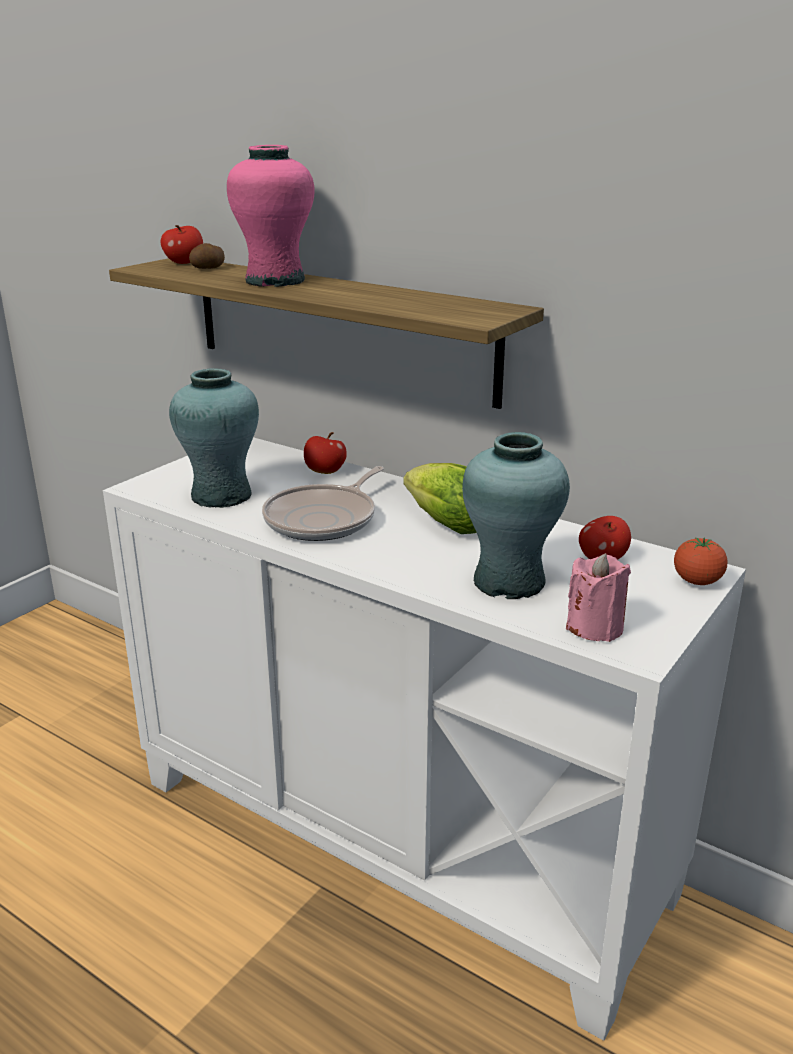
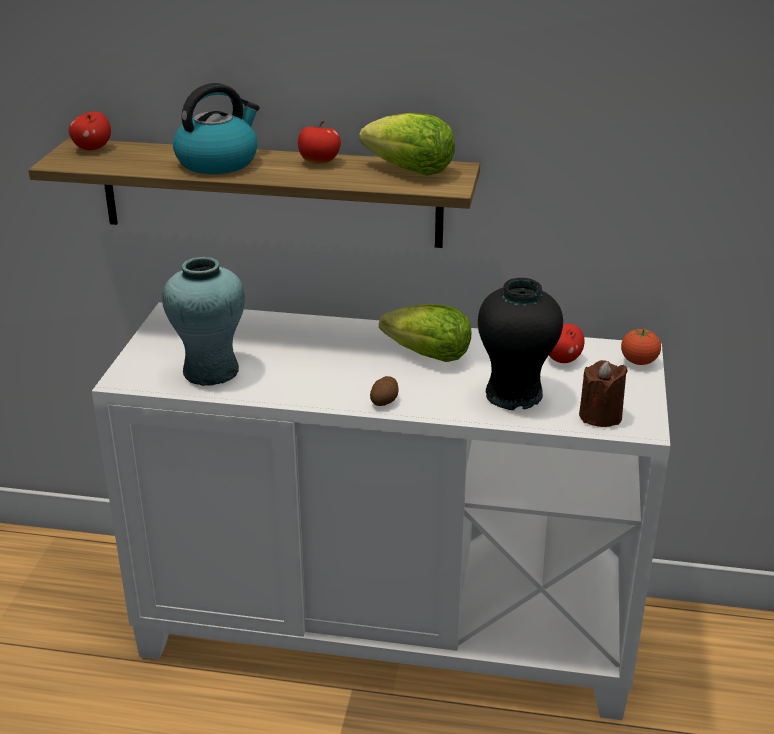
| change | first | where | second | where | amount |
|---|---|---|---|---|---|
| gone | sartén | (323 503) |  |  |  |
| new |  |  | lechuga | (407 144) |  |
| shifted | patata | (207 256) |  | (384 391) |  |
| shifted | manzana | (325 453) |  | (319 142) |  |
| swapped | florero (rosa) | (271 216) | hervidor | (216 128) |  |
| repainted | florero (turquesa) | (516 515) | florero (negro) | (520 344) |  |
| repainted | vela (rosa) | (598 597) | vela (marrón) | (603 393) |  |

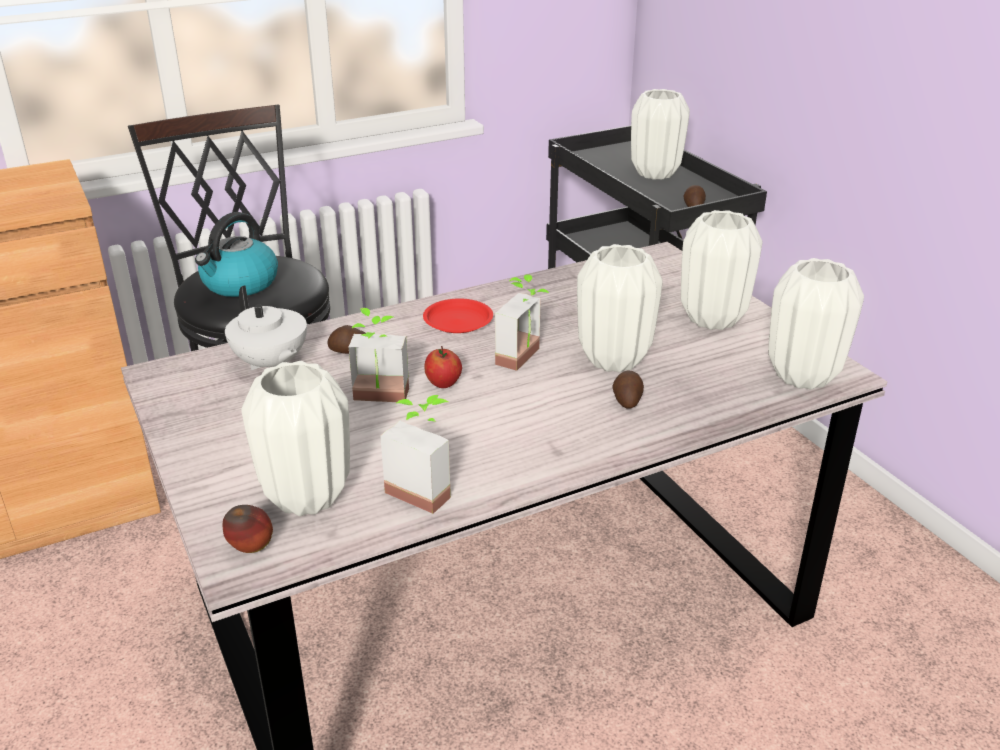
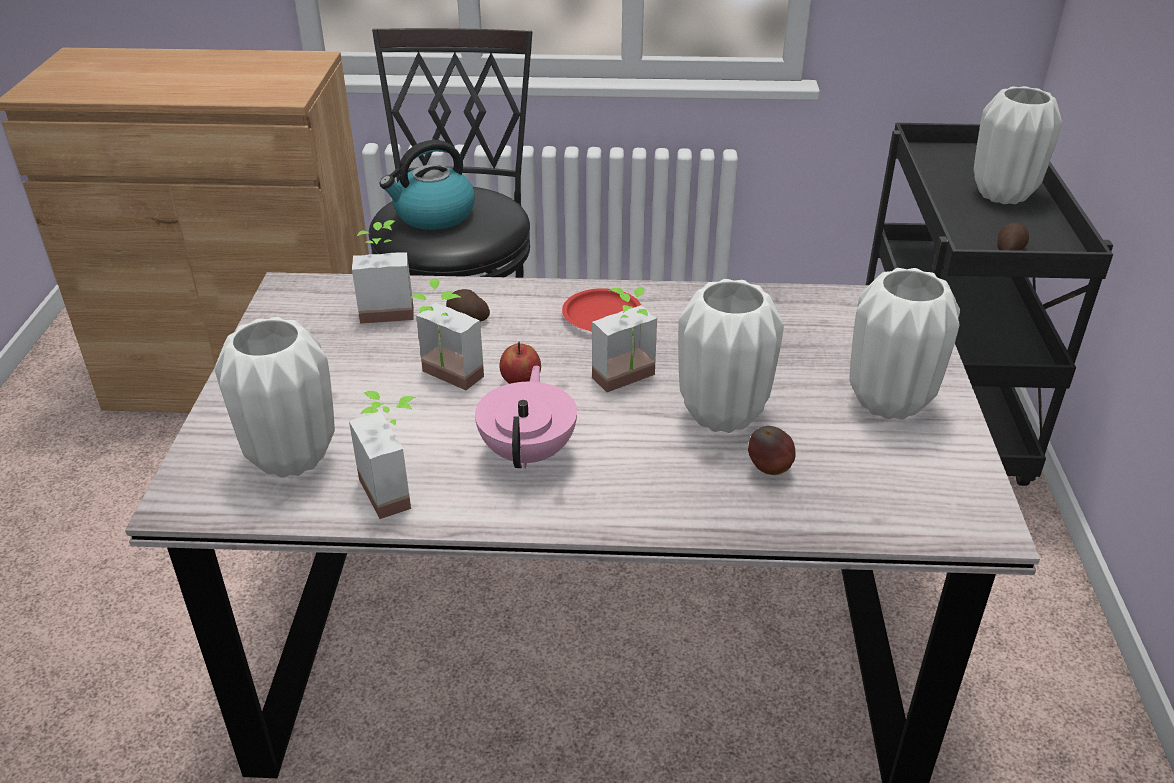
| change | first | where | second | where | amount |
|---|---|---|---|---|---|
| gone | patata | (628 390) |  |  |  |
| gone | florero (blanco) | (816 324) |  |  |  |
| new |  |  | tetera (rosa) | (526 416) |  |
| shifted | manzana | (248 529) |  | (772 450) |  |
| swapped | tetera (blanco) | (266 327) | planta en maceta | (382 272) |  |

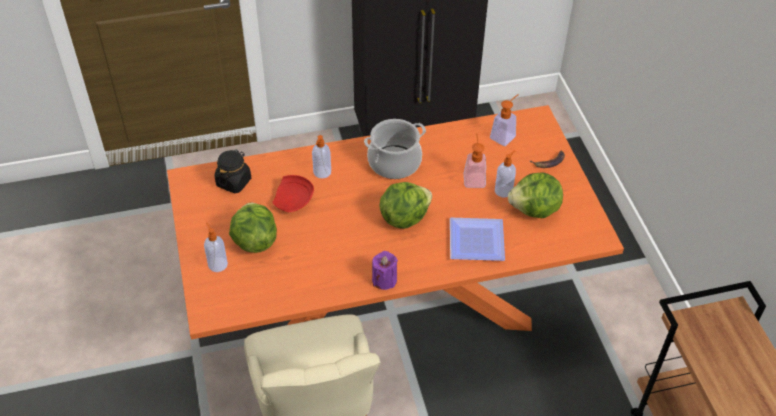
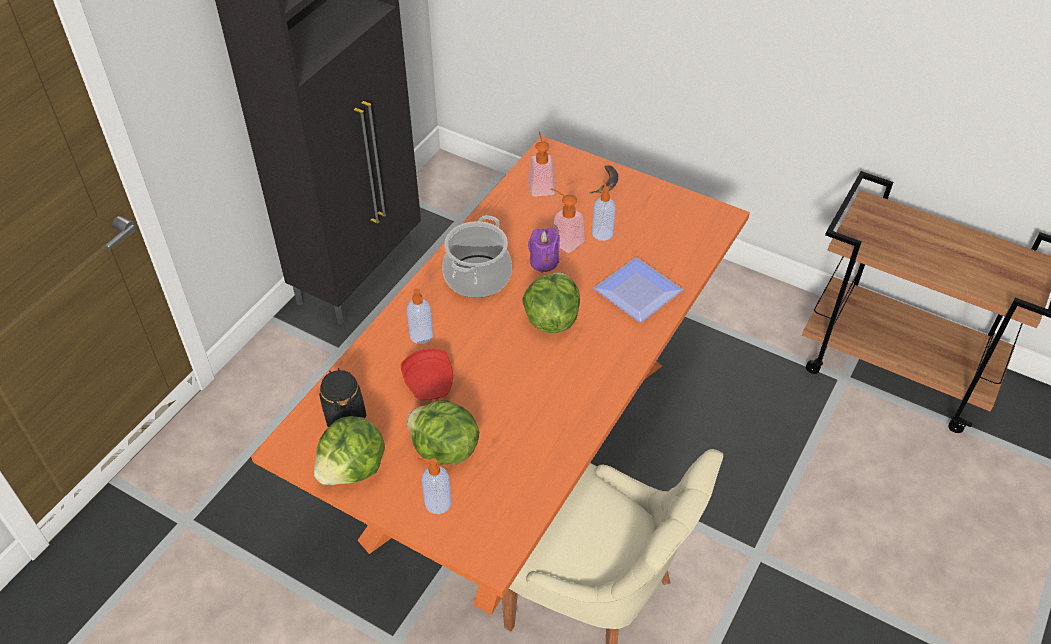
| change | first | where | second | where | amount |
|---|---|---|---|---|---|
| shifted | vela (morado) | (385 270) |  | (543 250) |  |
| shifted | lechuga | (535 195) |  | (349 450) |  |

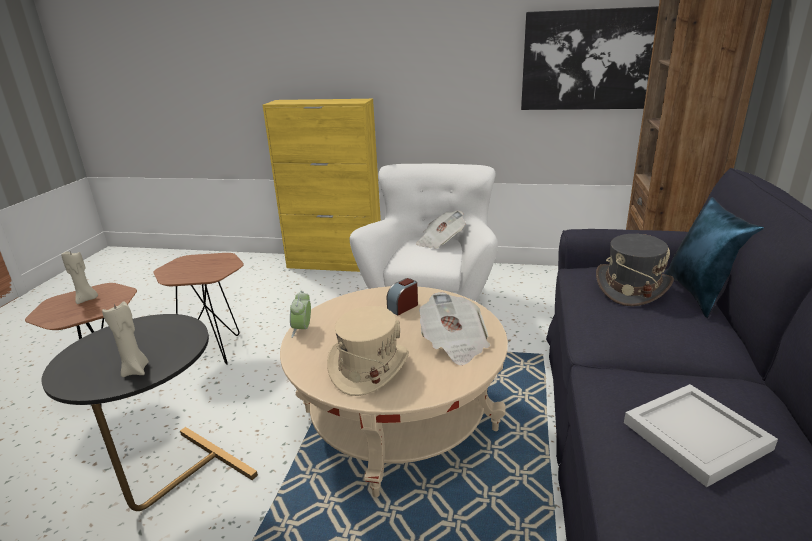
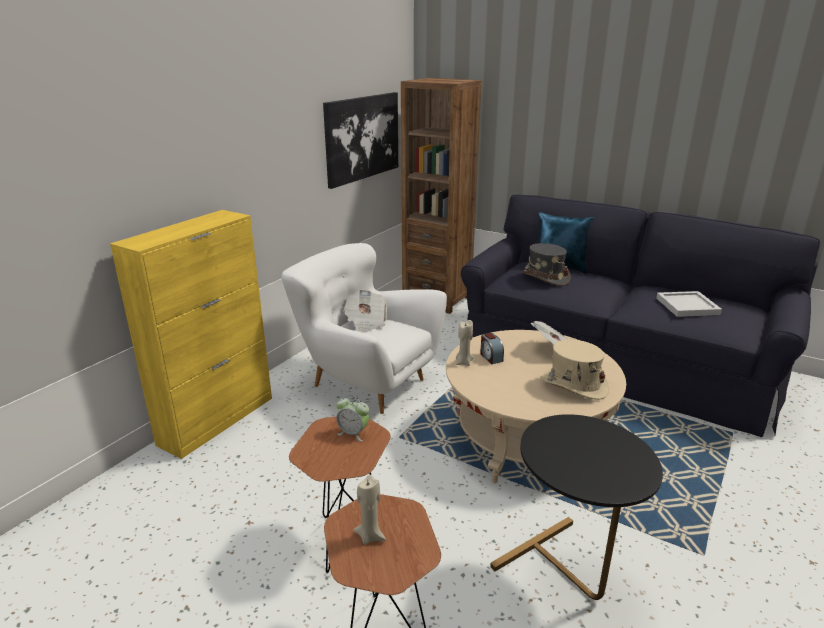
| change | first | where | second | where | amount |
|---|---|---|---|---|---|
| shifted | vela (beis) | (125 339) |  | (465 343) |  |
| shifted | despertador | (300 314) |  | (352 418) |  |

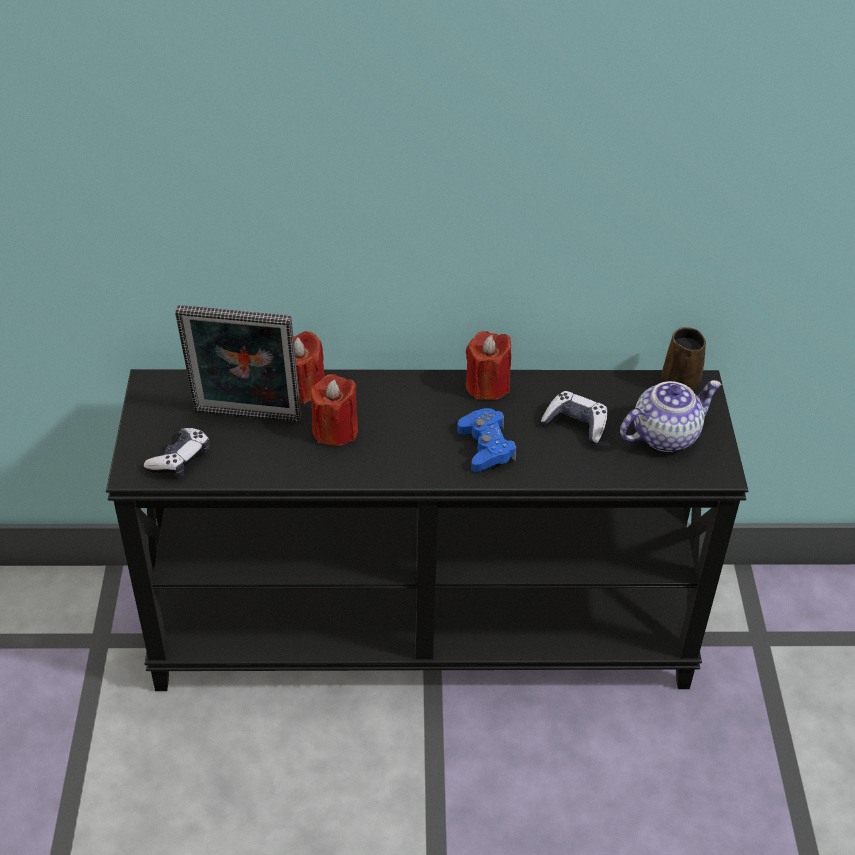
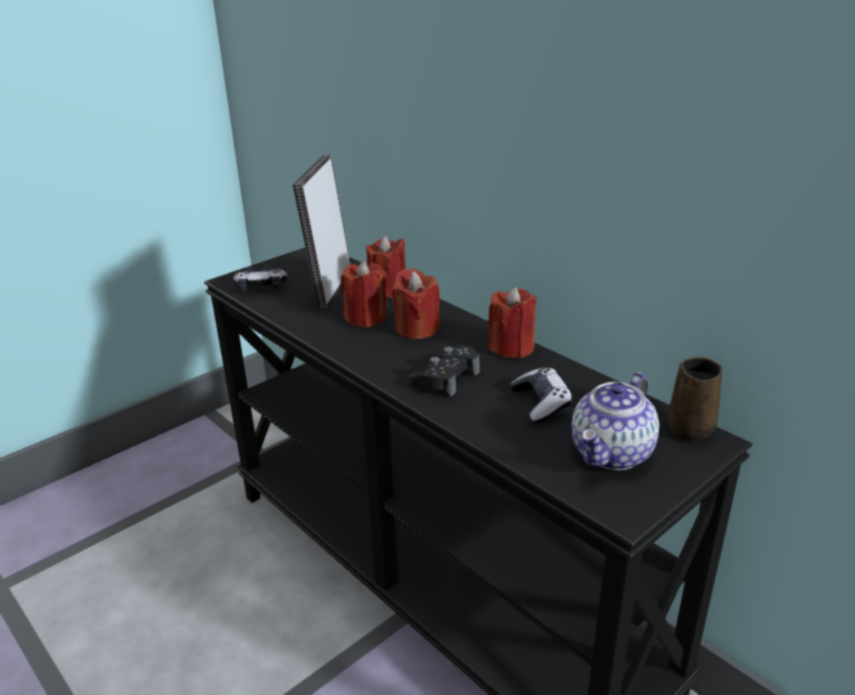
| change | first | where | second | where | amount |
|---|---|---|---|---|---|
| new |  |  | vela (rojo) | (416 303) |  |
| repainted | mando de consola (azul) | (486 440) | mando de consola (negro) | (444 370) |  |
| rotated | portarretratos | (238 363) |  | (322 231) | 45 degrees clockwise |
| rotated | tetera | (670 416) |  | (615 421) | 105 degrees clockwise |

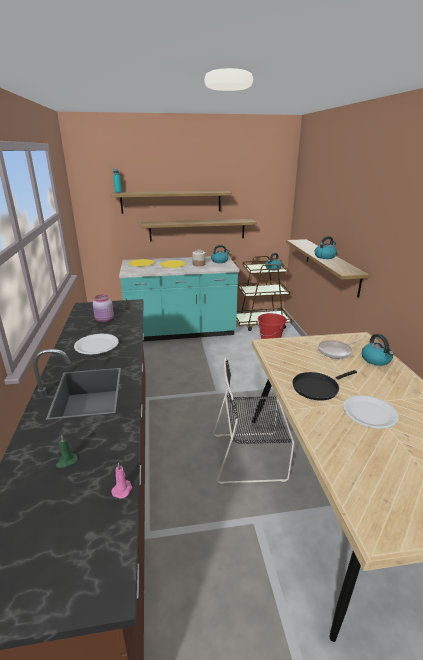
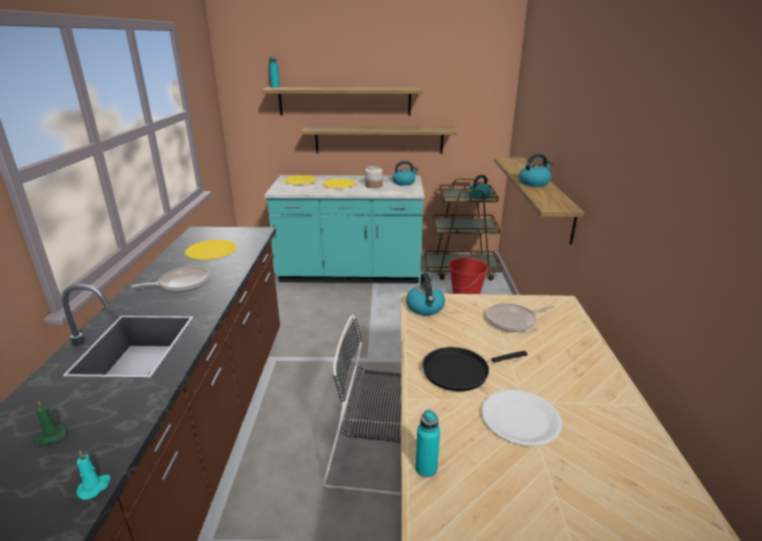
| change | first | where | second | where | amount |
|---|---|---|---|---|---|
| new |  |  | botella (turquesa) | (428 443) |  |
| shifted | hervidor | (378 350) |  | (425 294) |  |
| swapped | plato (blanco) | (96 344) | sartén | (170 279) |  |
| swapped | tarro (rosa) | (103 308) | plato (amarillo) | (211 250) |  |
| repainted | vela (rosa) | (121 481) | vela (turquesa) | (94 475) |  |

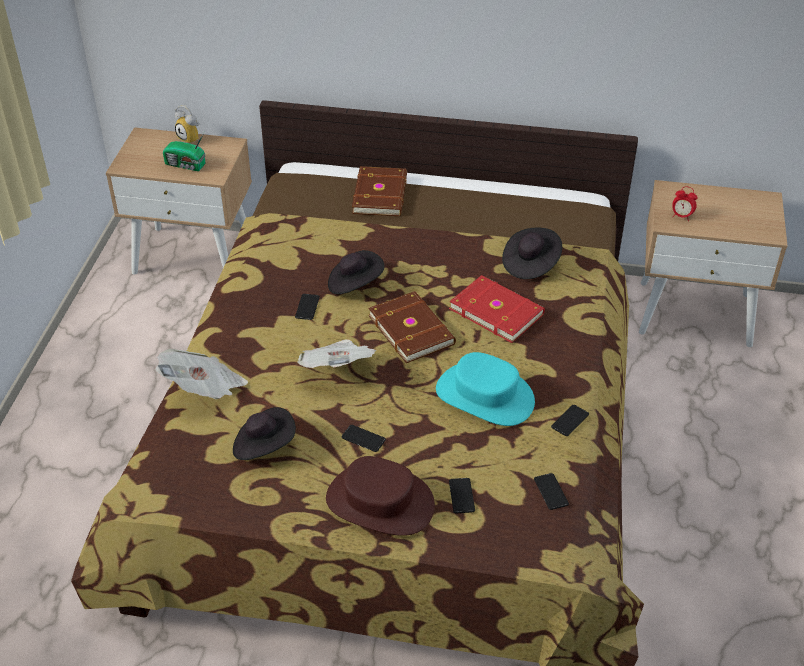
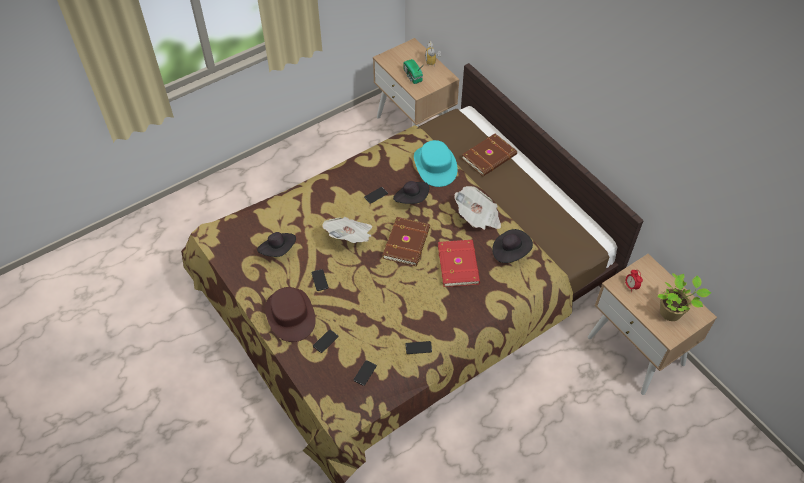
| change | first | where | second | where | amount |
|---|---|---|---|---|---|
| new |  |  | planta en maceta | (684 297) |  |
| shifted | periódico | (201 374) |  | (477 208) |  |
| shifted | sombrero (turquesa) | (485 389) |  | (436 163) |  |

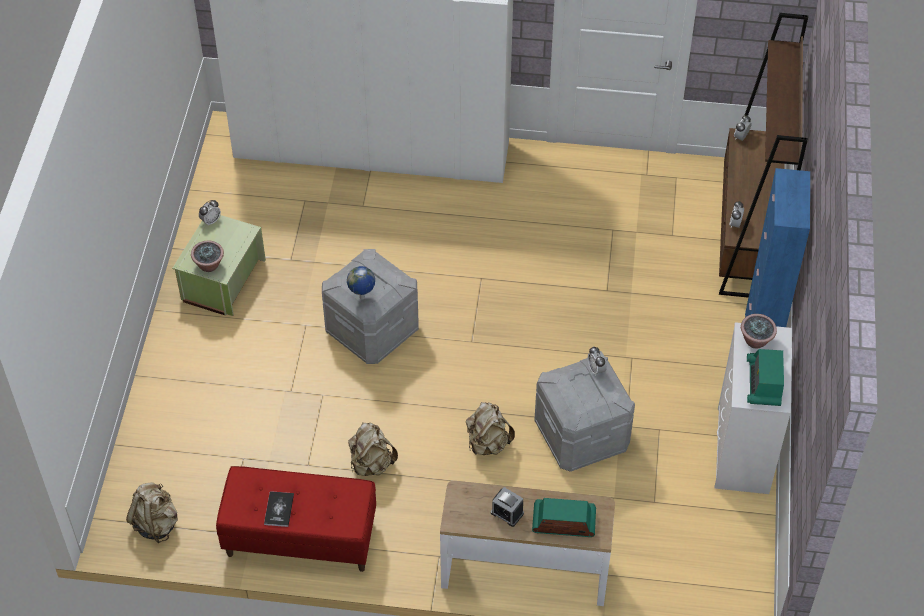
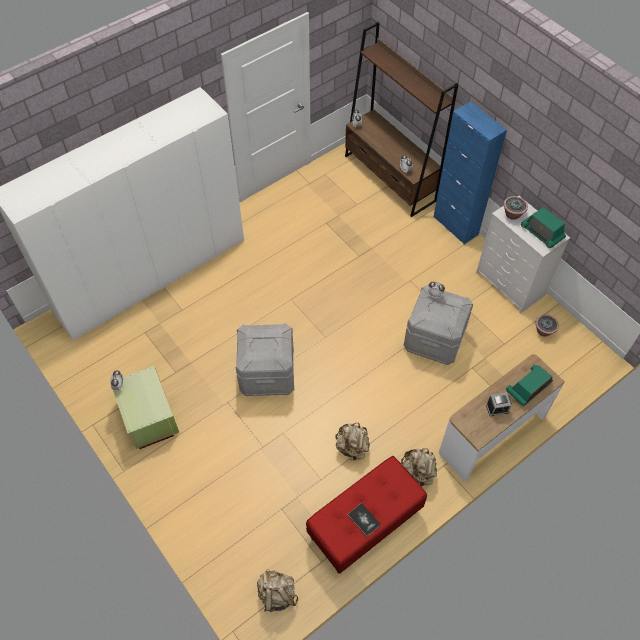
| change | first | where | second | where | amount |
|---|---|---|---|---|---|
| gone | globo terráqueo | (361 282) |  |  |  |
| shifted | planta en maceta | (207 256) |  | (547 326) |  |
| shifted | mochila (beis) | (490 428) |  | (419 467) |  |

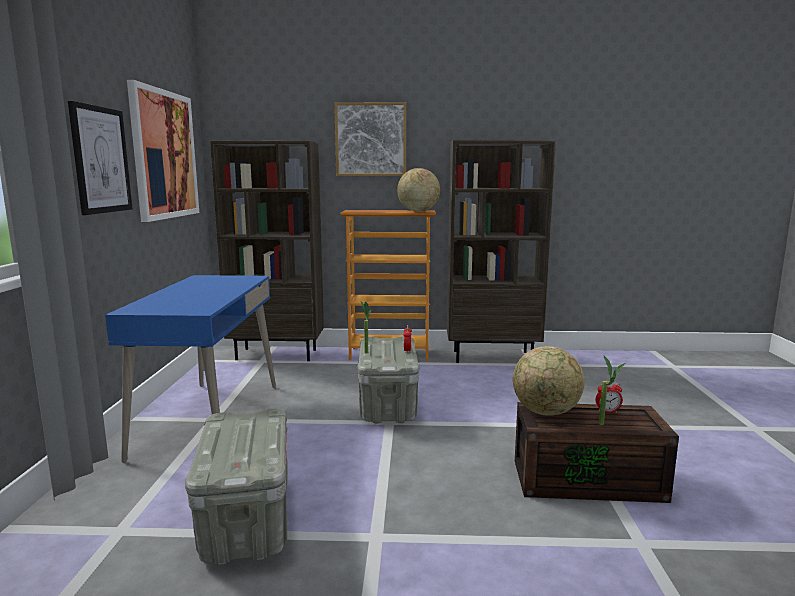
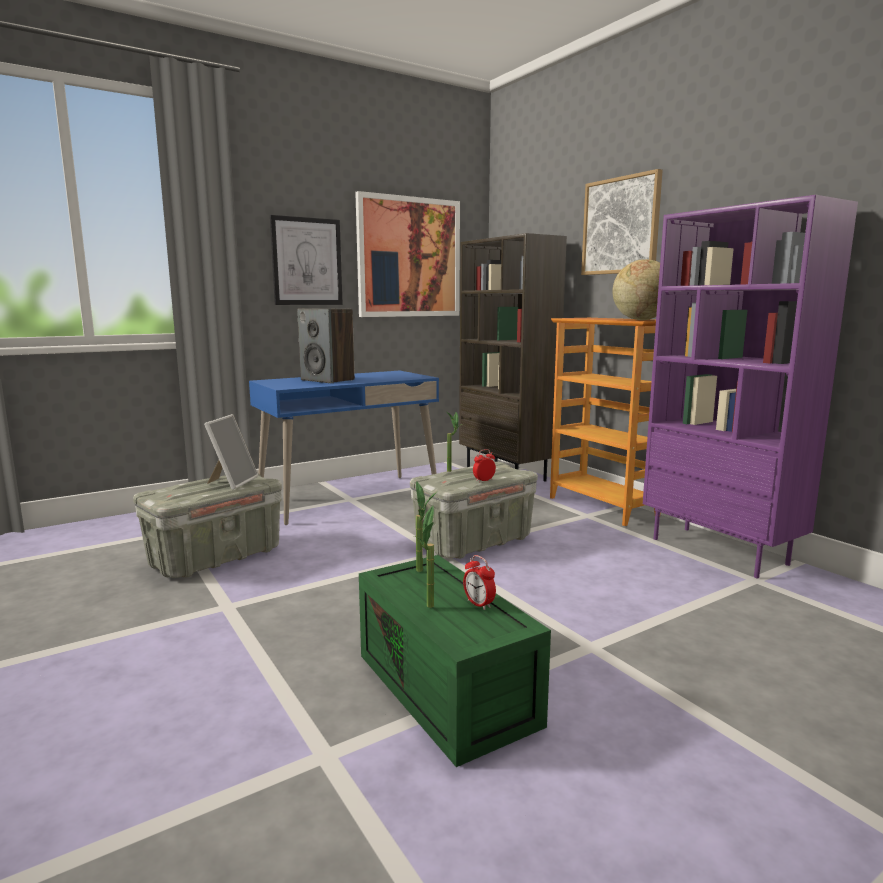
| change | first | where | second | where | amount |
|---|---|---|---|---|---|
| new |  |  | portarretratos | (231 452) |  |
| new |  |  | altavoz | (326 345) |  |
| swapped | globo terráqueo | (549 381) | planta en maceta | (427 526) |  |
| repainted | estantería (marrón) | (501 251) | estantería (morado) | (750 386) |  |
| repainted | caja de almacenaje (marrón) | (597 452) | caja de almacenaje (verde) | (455 661) |  |

